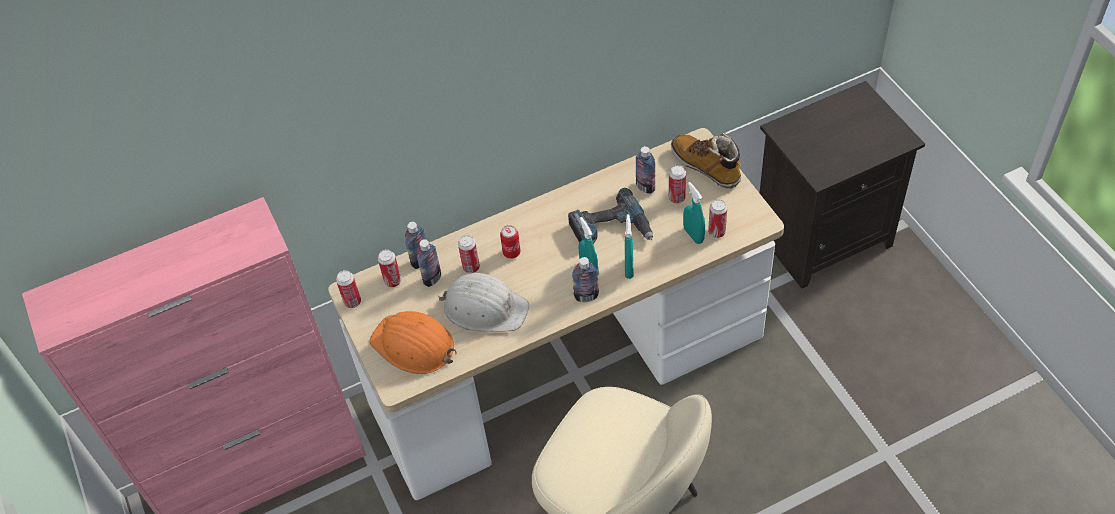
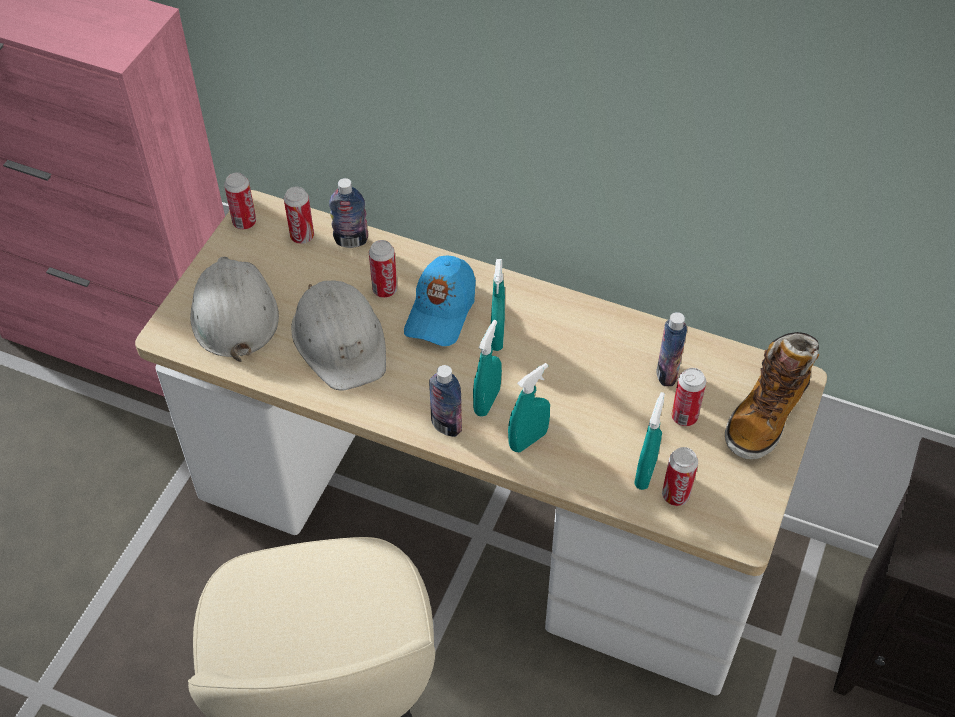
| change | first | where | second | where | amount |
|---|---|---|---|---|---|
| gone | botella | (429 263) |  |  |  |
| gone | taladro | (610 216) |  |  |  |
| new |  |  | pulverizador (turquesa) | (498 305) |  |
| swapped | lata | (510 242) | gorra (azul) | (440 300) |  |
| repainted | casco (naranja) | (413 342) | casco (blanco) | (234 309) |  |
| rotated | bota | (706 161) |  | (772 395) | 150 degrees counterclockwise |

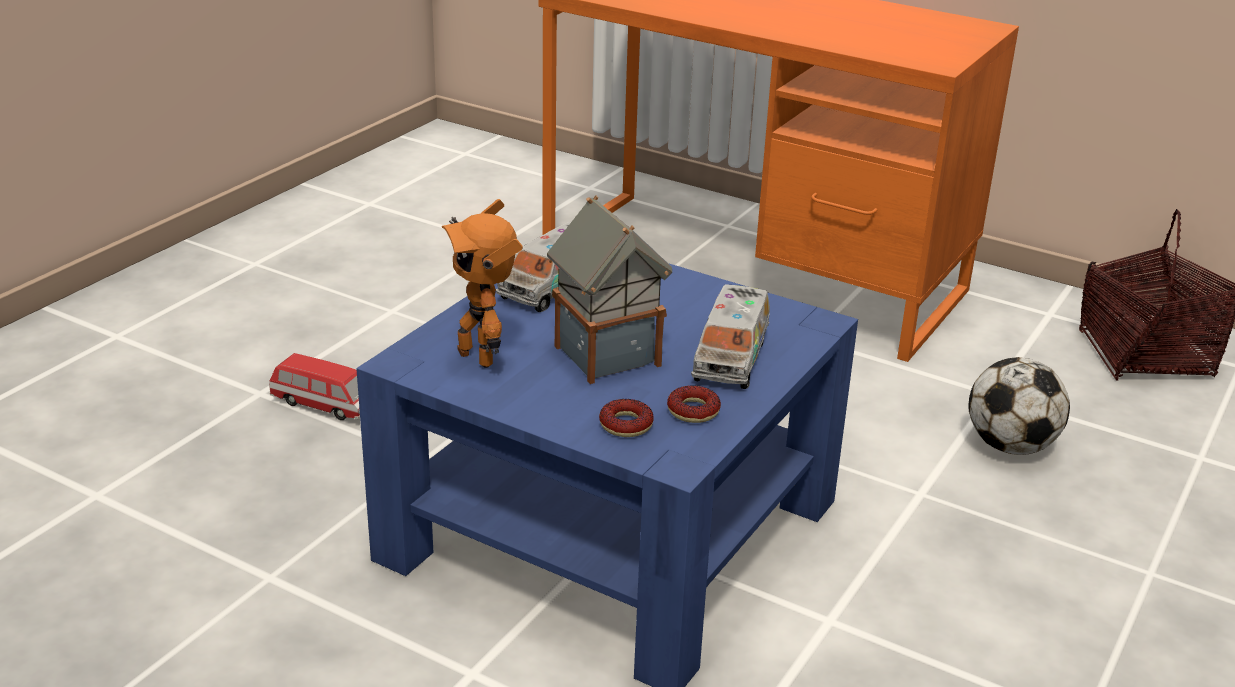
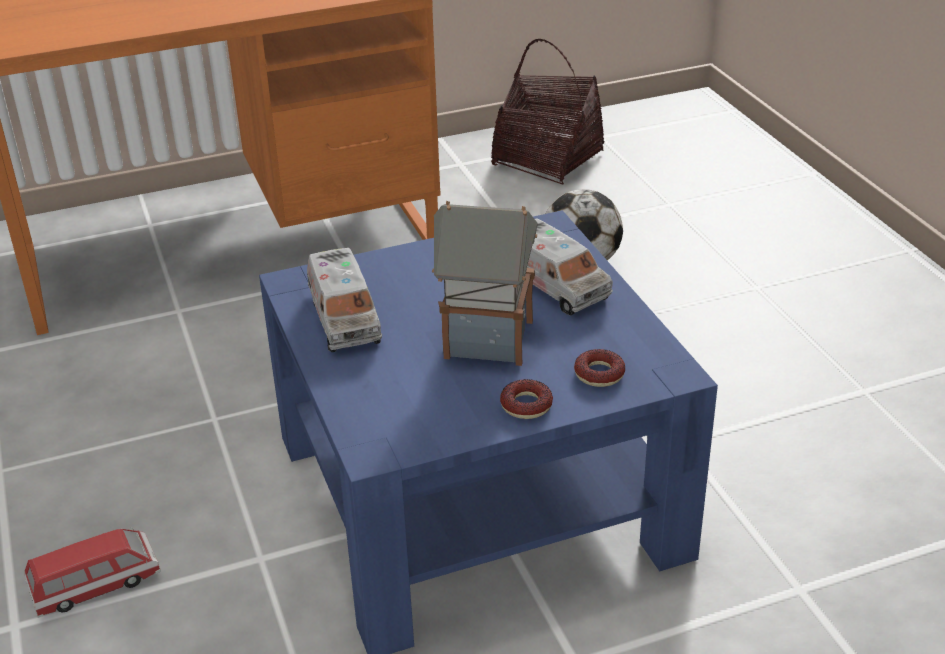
| change | first | where | second | where | amount |
|---|---|---|---|---|---|
| gone | robot de juguete | (482 283) |  |  |  |
| shifted | rosquilla | (694 404) |  | (526 399) |  |

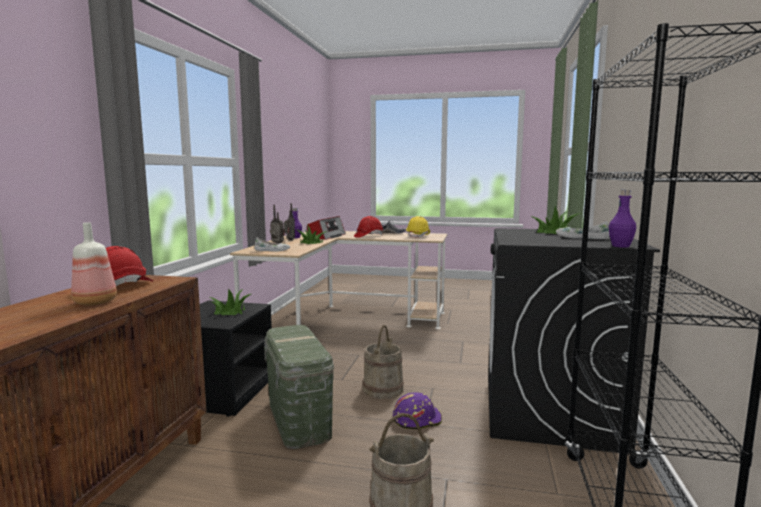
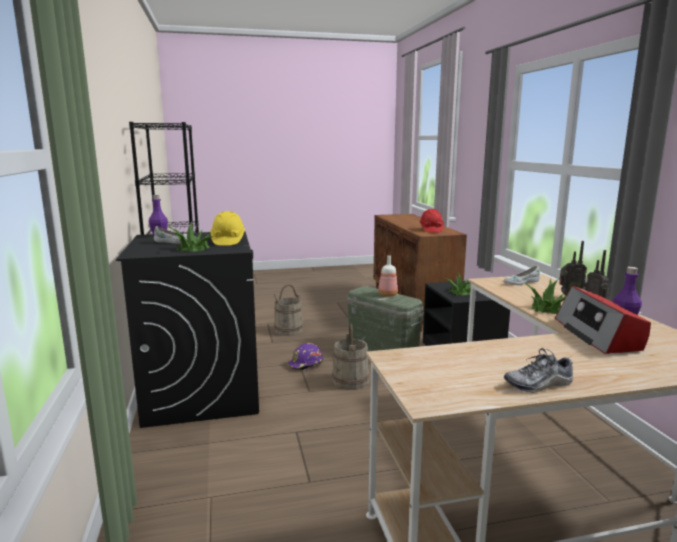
| change | first | where | second | where | amount |
|---|---|---|---|---|---|
| gone | casco (rojo) | (368 227) |  |  |  |
| shifted | botella | (94 263) |  | (388 276) |  |
| shifted | casco (amarillo) | (418 227) |  | (228 228) |  |

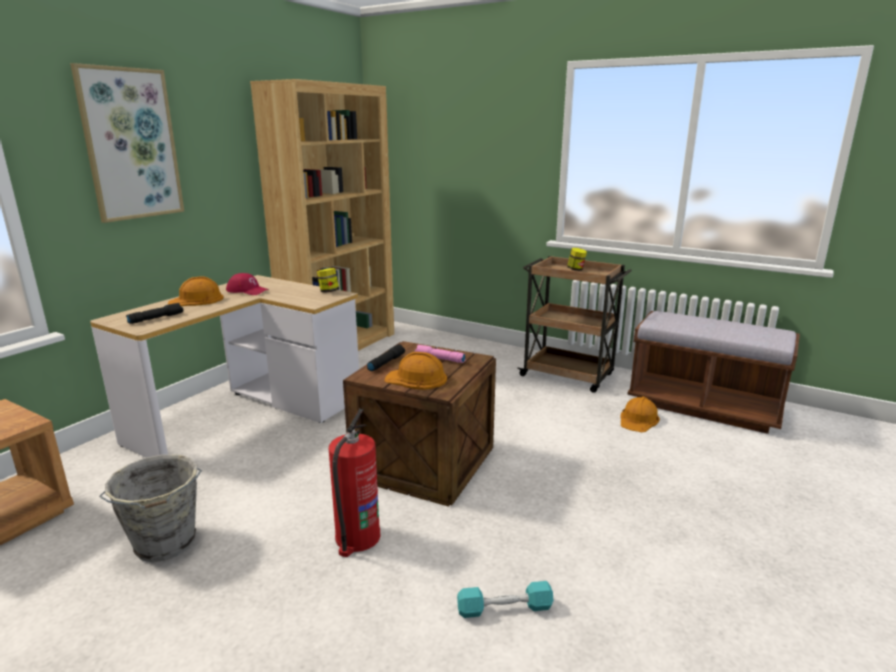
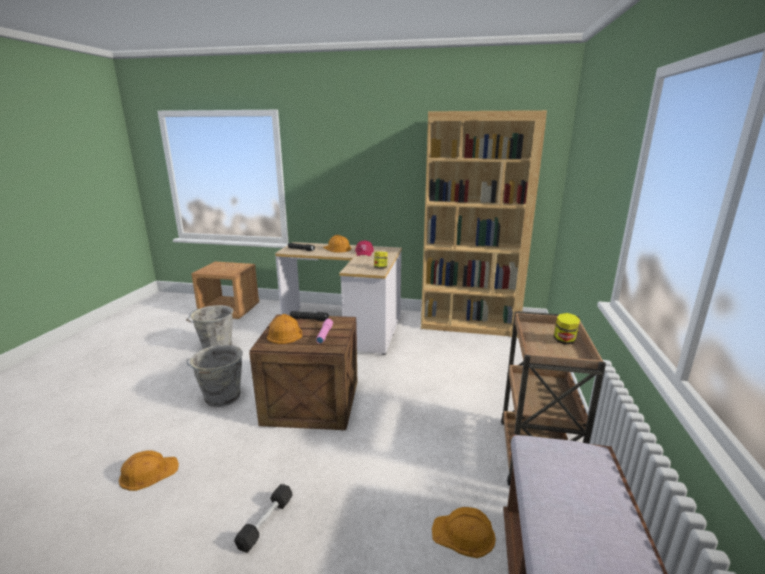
| change | first | where | second | where | amount |
|---|---|---|---|---|---|
| gone | cuadro | (127 143) |  |  |  |
| new |  |  | mancuerna (negro) | (263 518) |  |
| swapped | extintor | (354 483) | cubo (gris) | (214 376) |  |
| swapped | mancuerna (turquesa) | (505 599) | casco (naranja) | (149 470) |  |

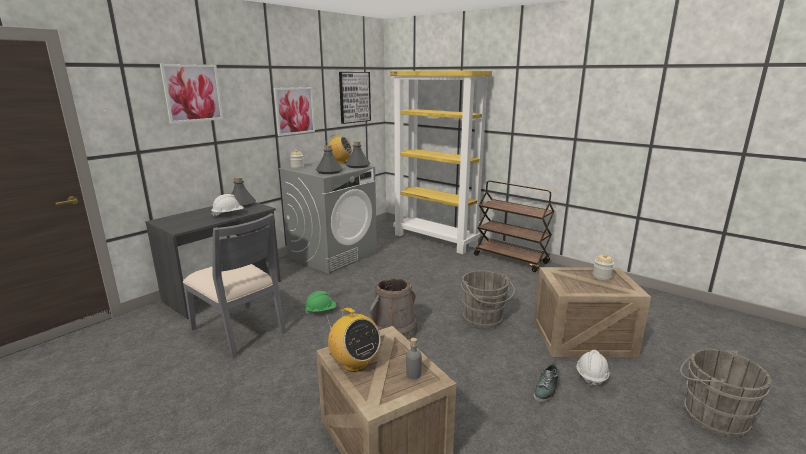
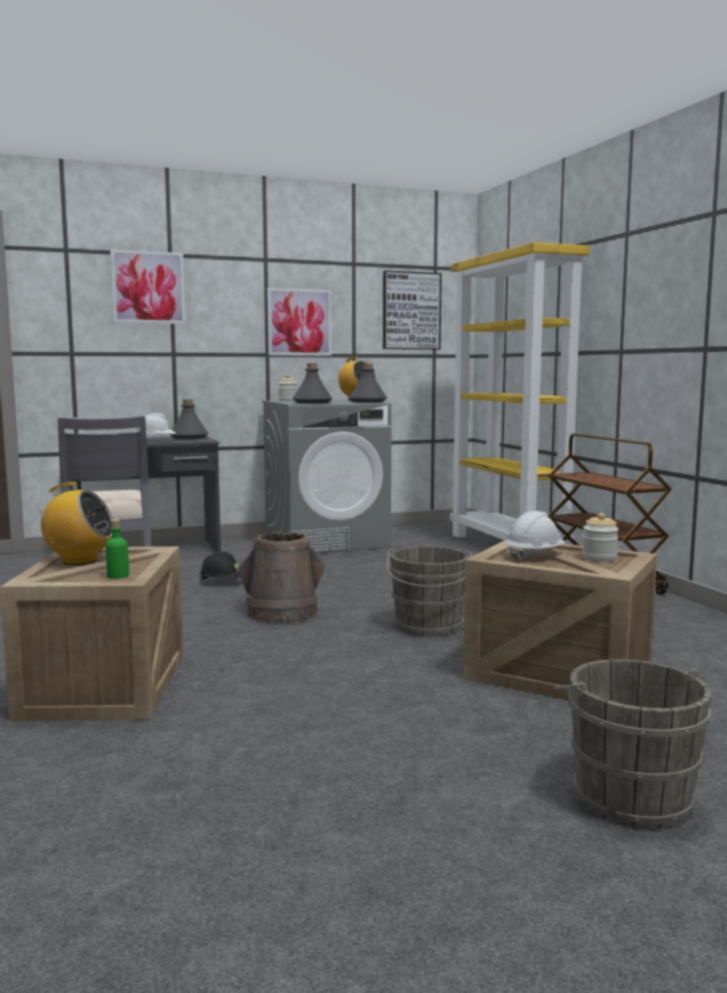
| change | first | where | second | where | amount |
|---|---|---|---|---|---|
| gone | zapato | (546 382) |  |  |  |
| shifted | casco (blanco) | (593 369) |  | (535 536) |  |
| repainted | casco (verde) | (320 302) | casco (negro) | (220 567) |  |
| repainted | botella (gris) | (414 358) | botella (verde) | (117 549) |  |
| rotated | radio | (354 340) |  | (72 523) | 75 degrees counterclockwise |

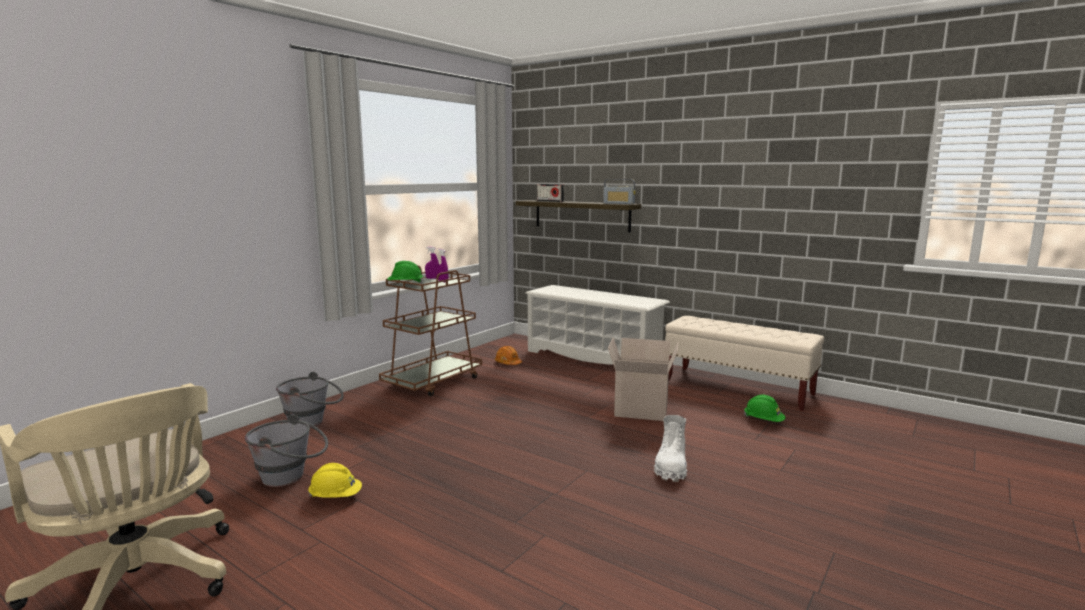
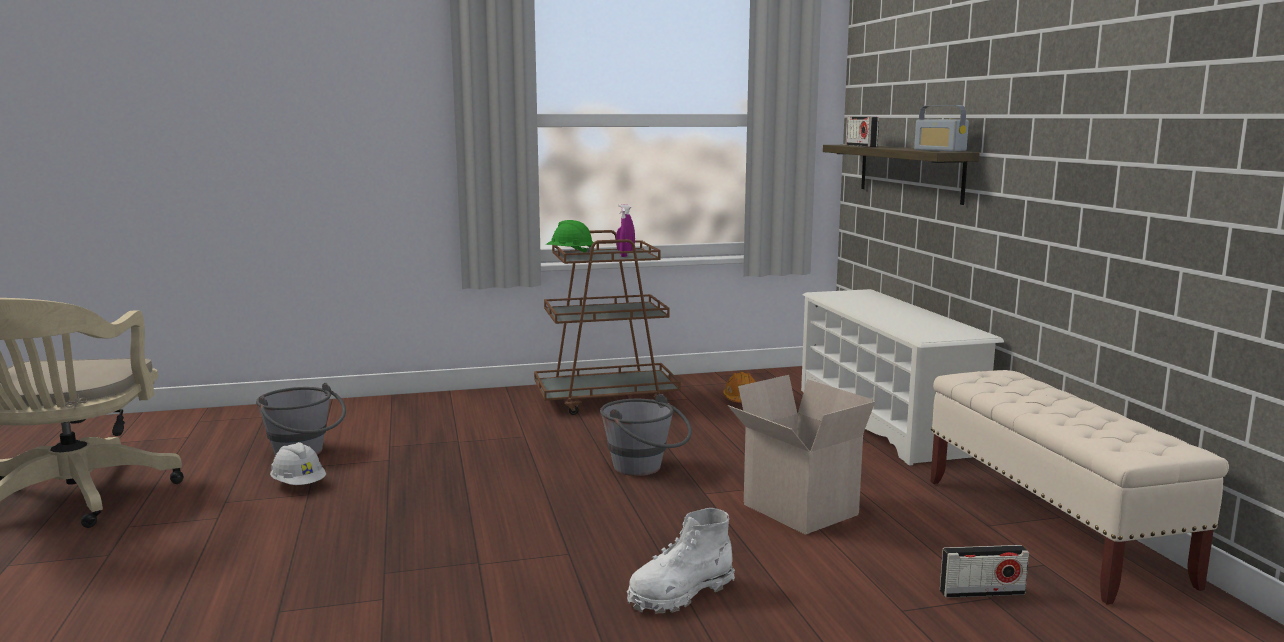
| change | first | where | second | where | amount |
|---|---|---|---|---|---|
| shifted | cubo (gris) | (310 400) |  | (646 435) |  |
| swapped | casco (verde) | (765 408) | radio | (984 571) |  |
| repainted | casco (amarillo) | (335 480) | casco (blanco) | (298 463) |  |

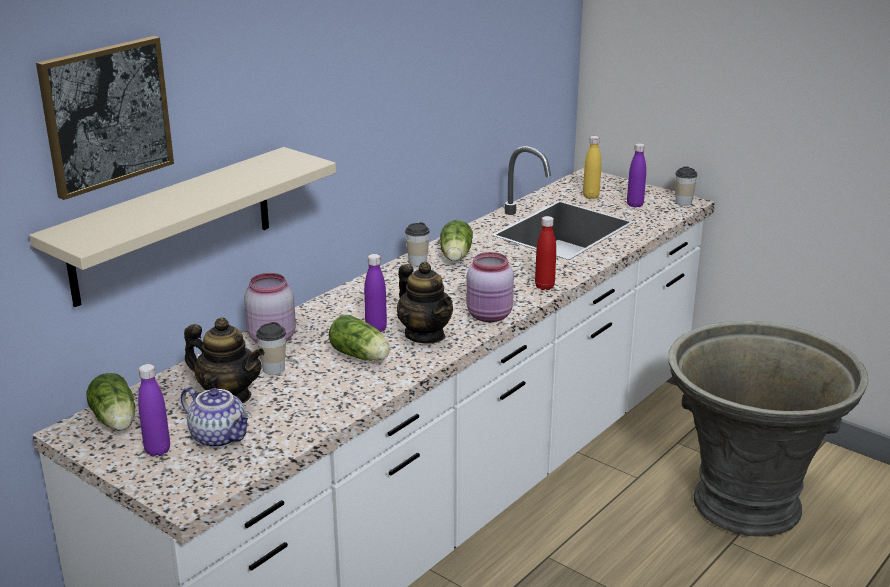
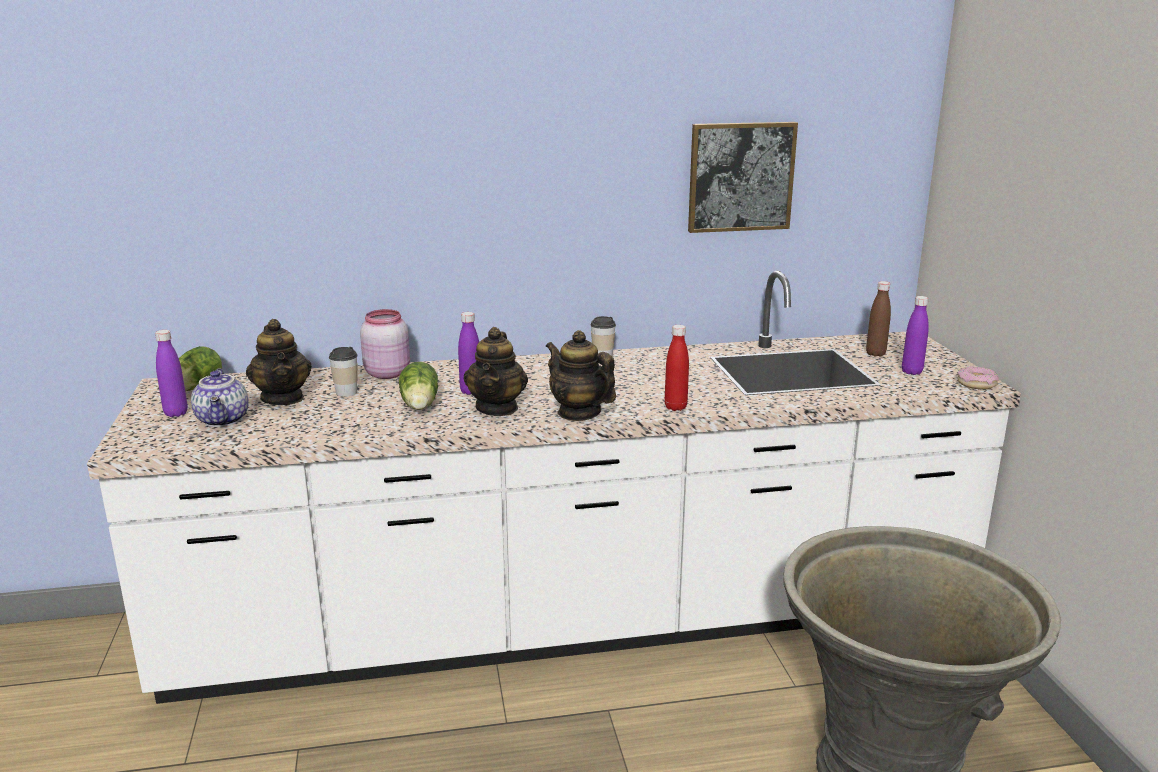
| change | first | where | second | where | amount |
|---|---|---|---|---|---|
| gone | estante (beis) | (182 227) |  |  |  |
| gone | lechuga | (456 241) |  |  |  |
| shifted | cuadro | (105 118) |  | (743 177) |  |
| swapped | tarro (rosa) | (490 287) | tetera | (581 375) |  |
| swapped | taza | (686 186) | rosquilla | (978 377) |  |
| repainted | botella (amarillo) | (592 167) | botella (marrón) | (878 319) |  |

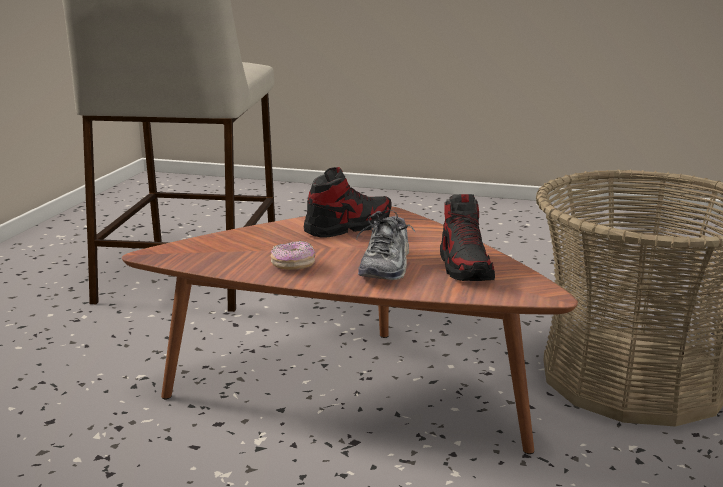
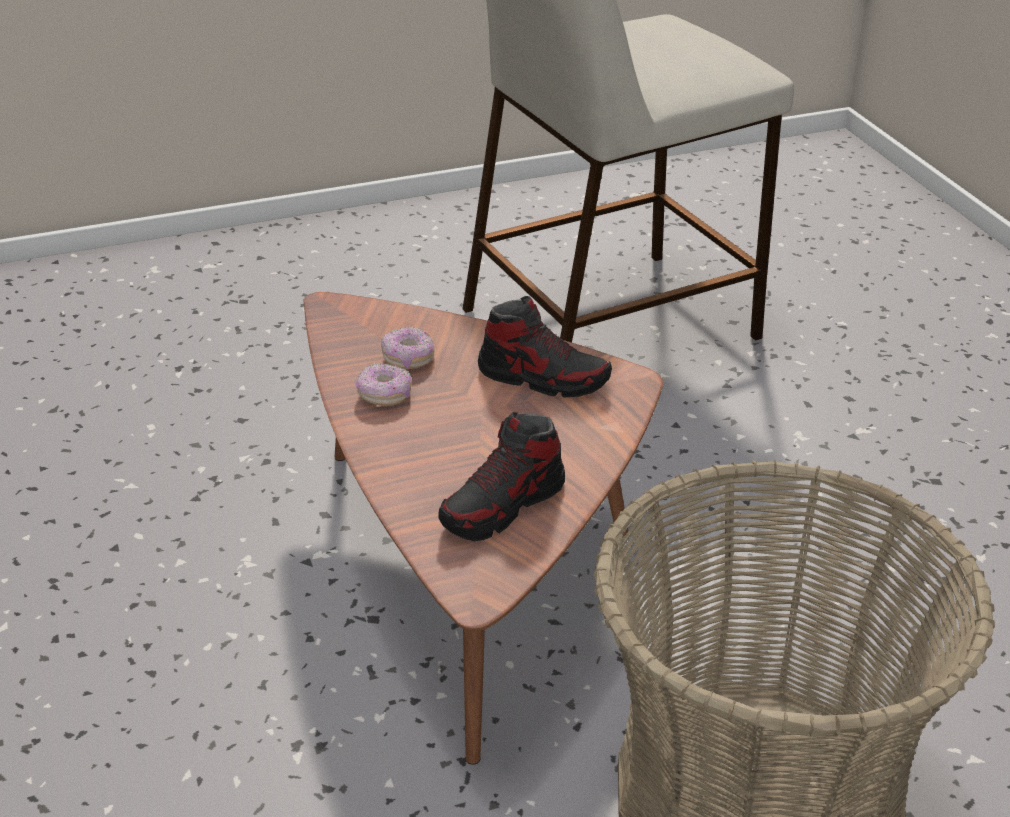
| change | first | where | second | where | amount |
|---|---|---|---|---|---|
| gone | zapato | (385 245) |  |  |  |
| new |  |  | rosquilla | (407 348) |  |

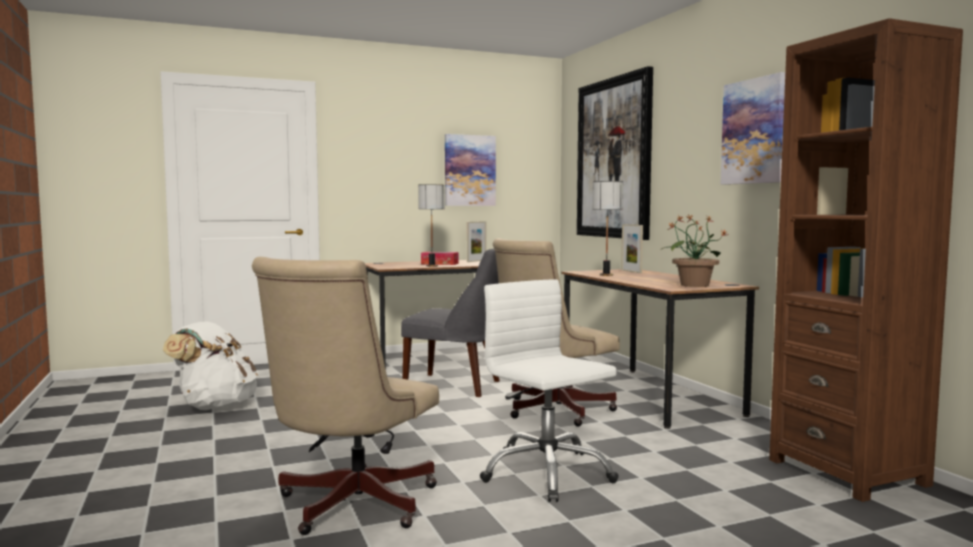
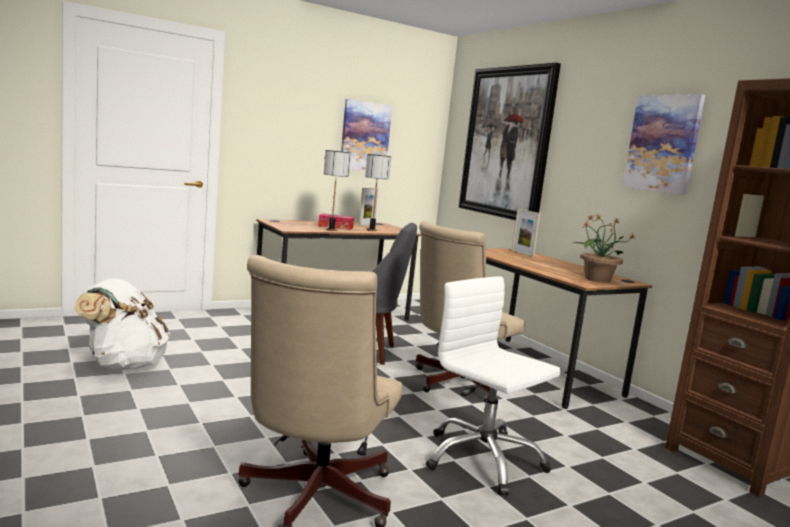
| change | first | where | second | where | amount |
|---|---|---|---|---|---|
| shifted | lámpara de mesa | (607 228) |  | (378 192) |  |

